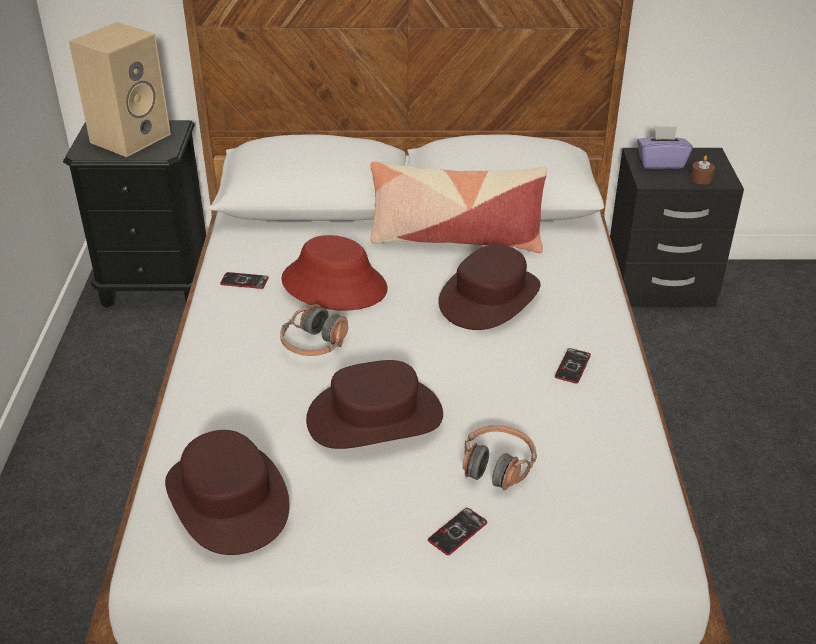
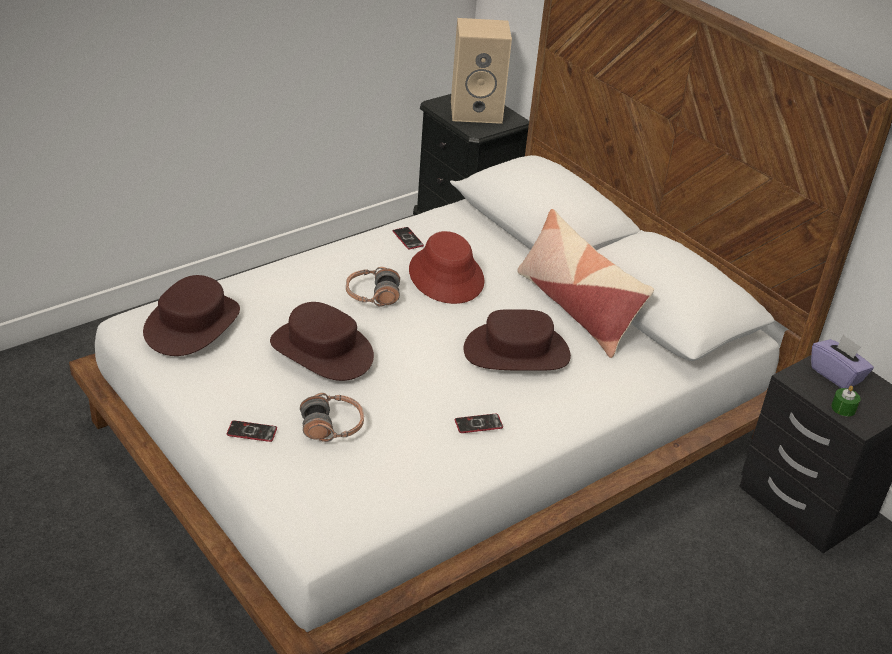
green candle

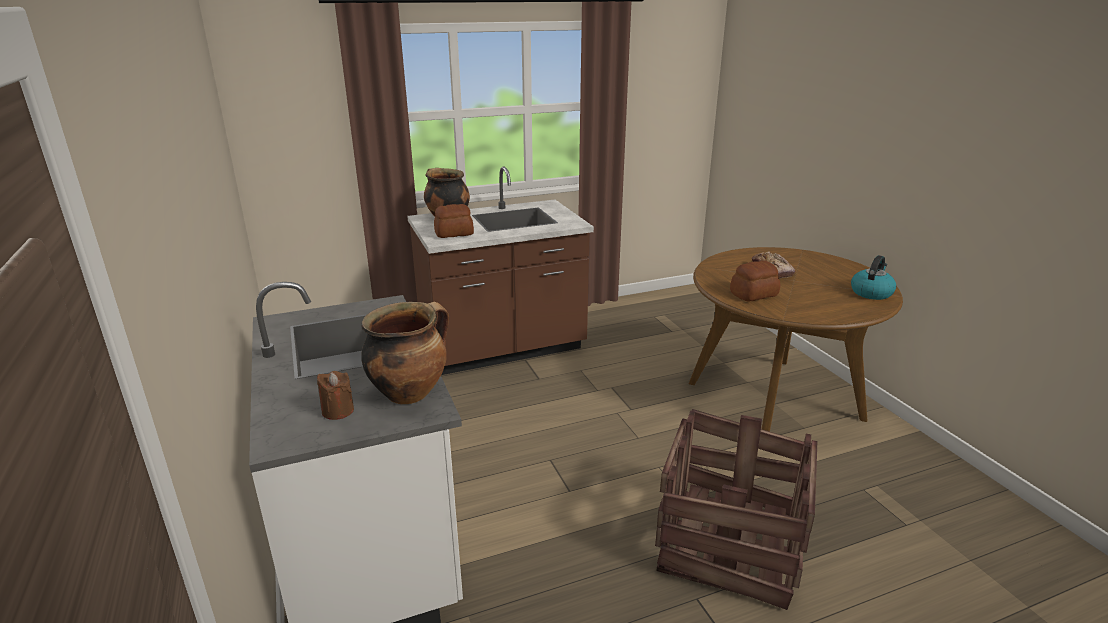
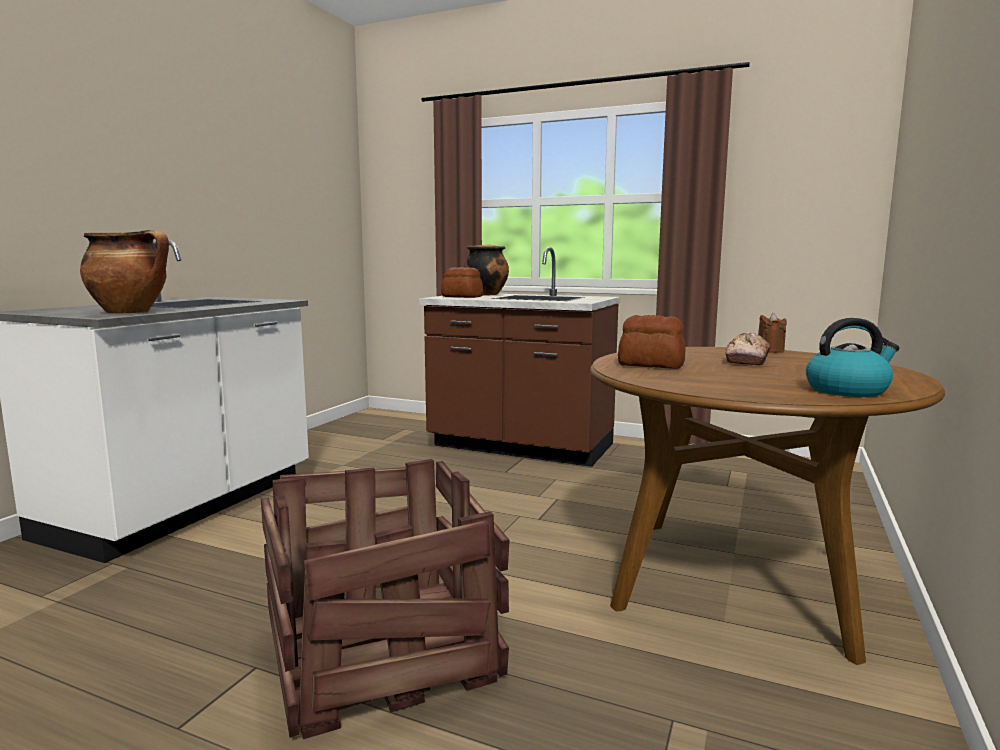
brown candle

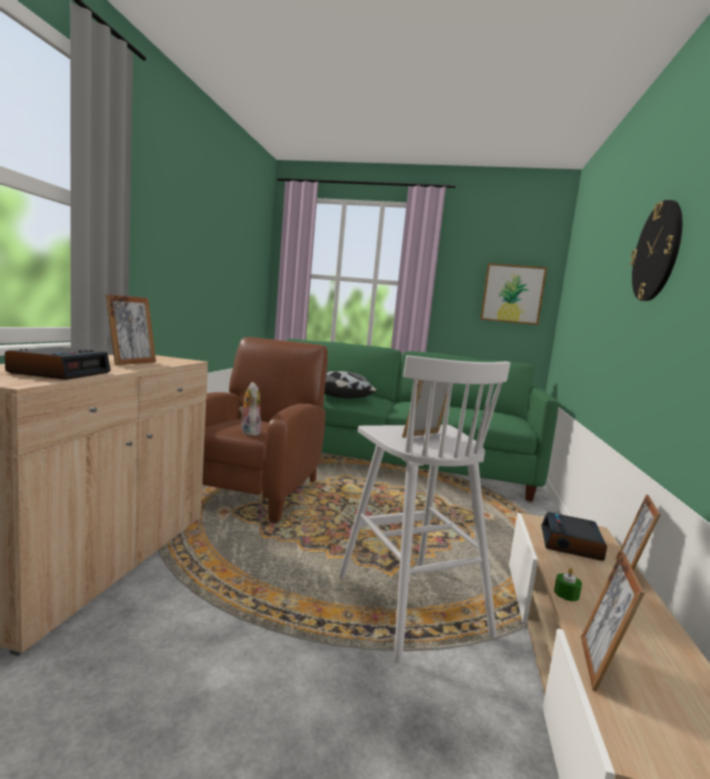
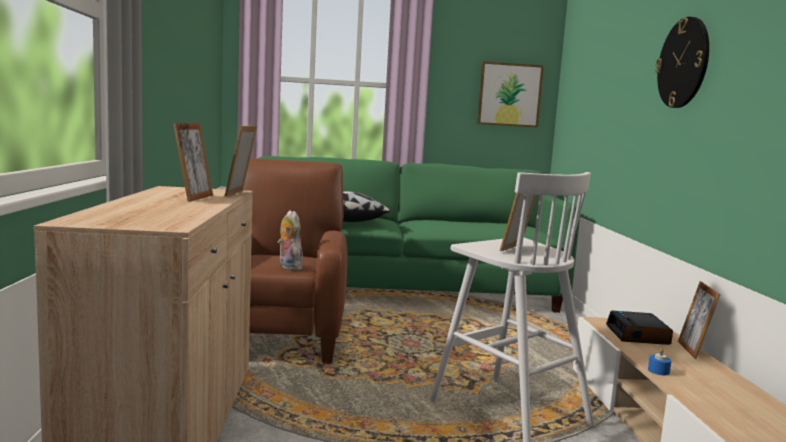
alarm clock (no. 1 from left in the first image)
picture frame (no. 2 from left)
blue candle

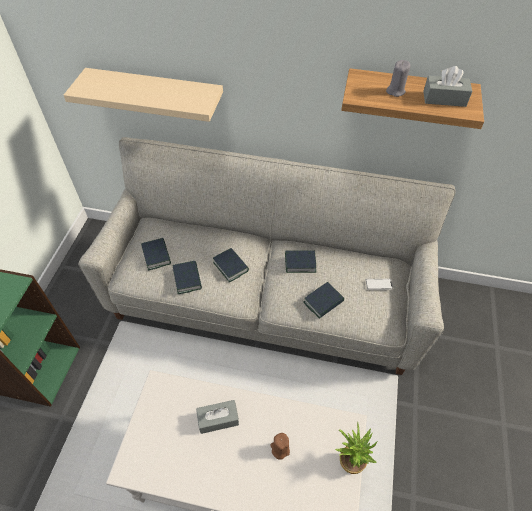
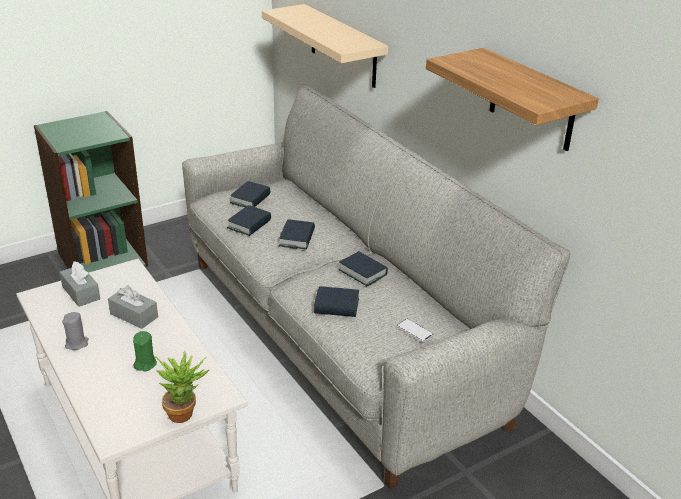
grey candle
grey tissue box (no. 1 from left)
green candle

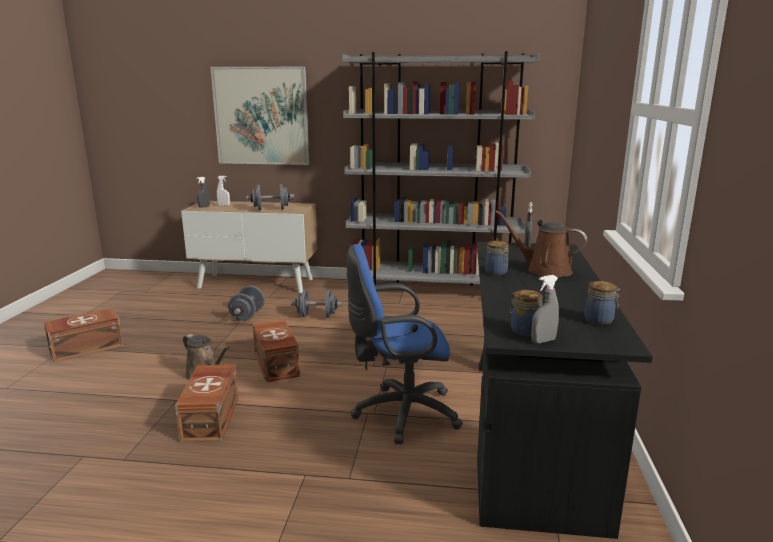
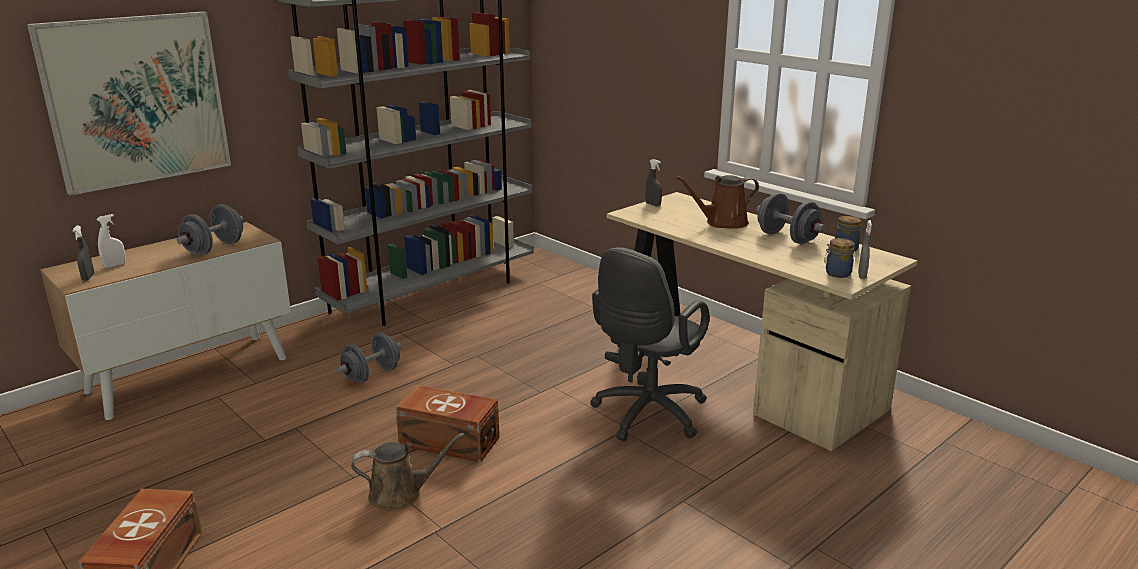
brown storage box (no. 2 from left in the first image)
jar (no. 1 from left in the first image)
grey dumbbell (no. 3 from left)
grey office chair
beige desk

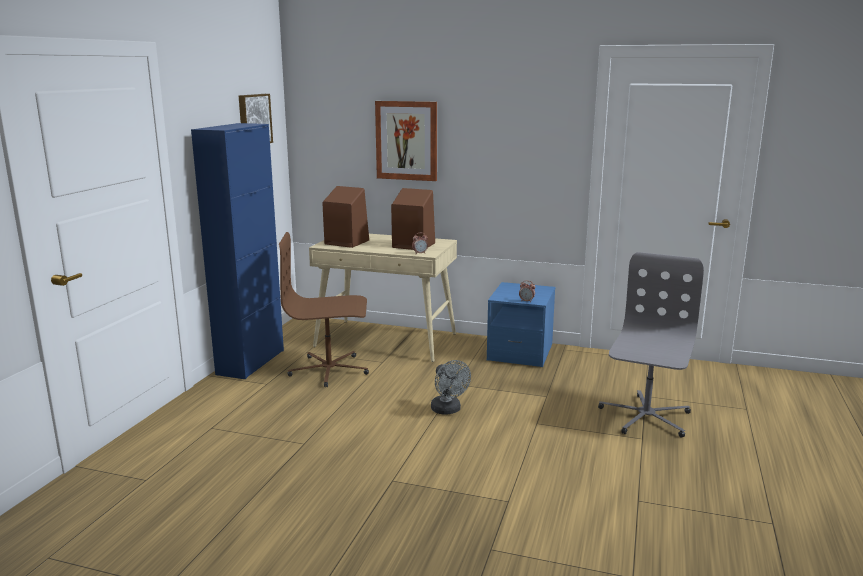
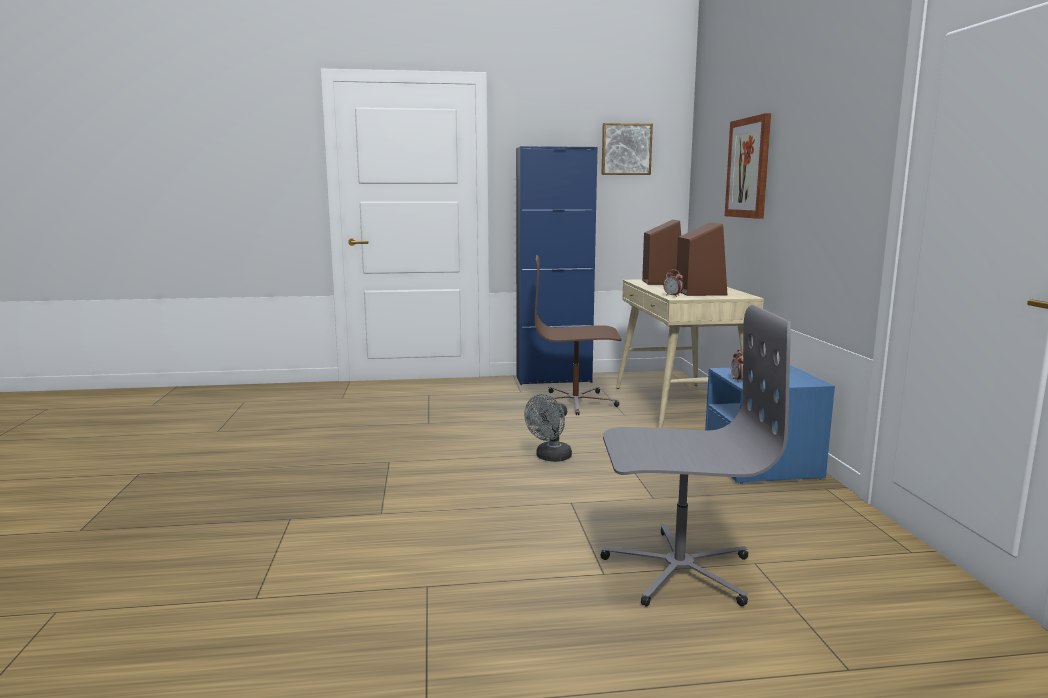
brown office chair

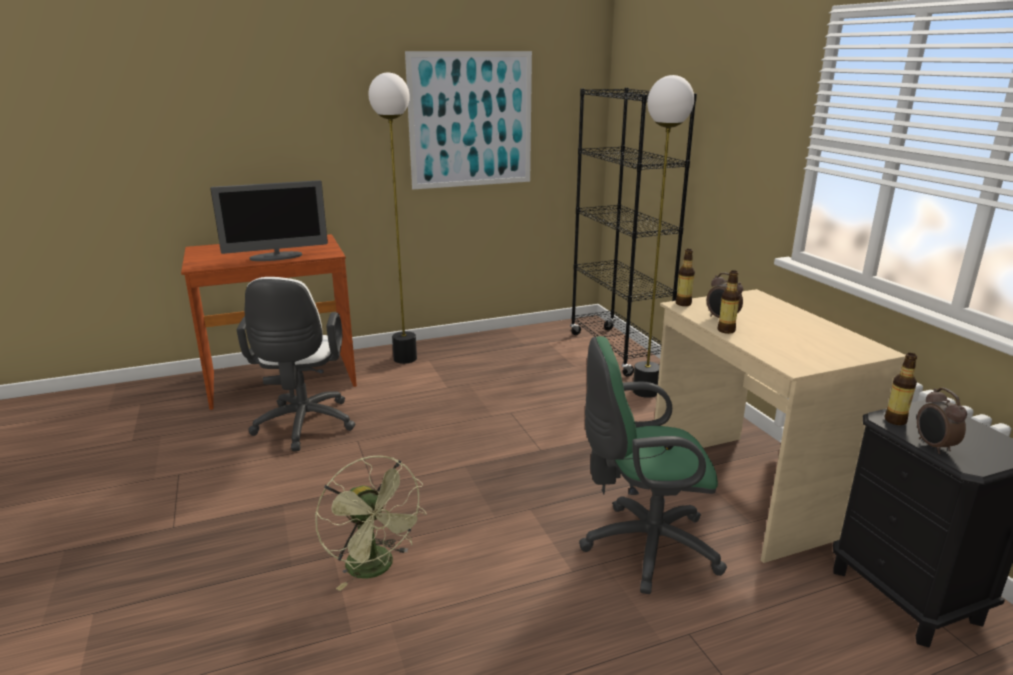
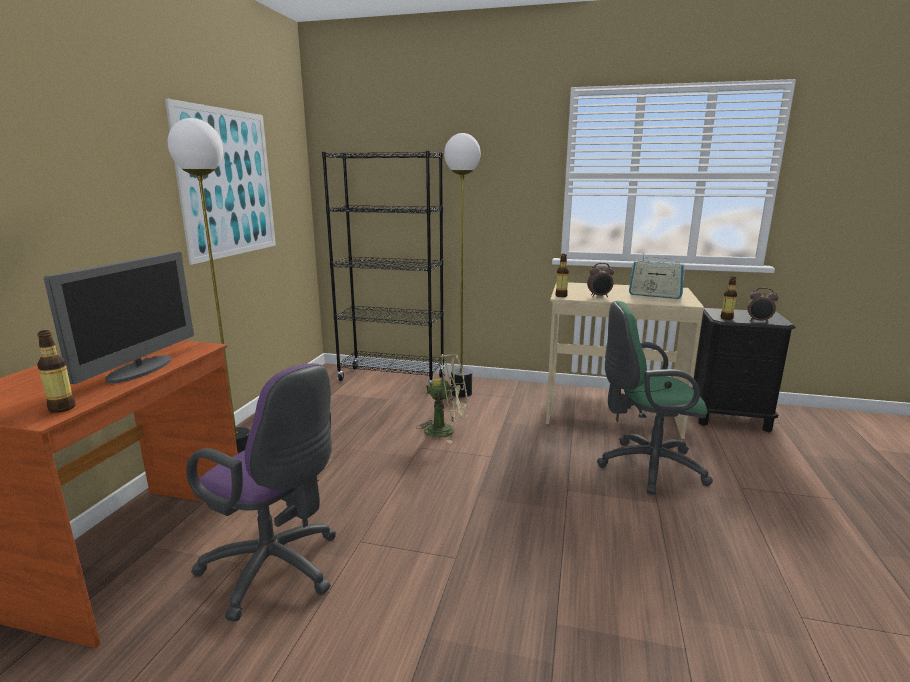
radio
green fan
bottle (no. 1 from left)
purple office chair
green office chair

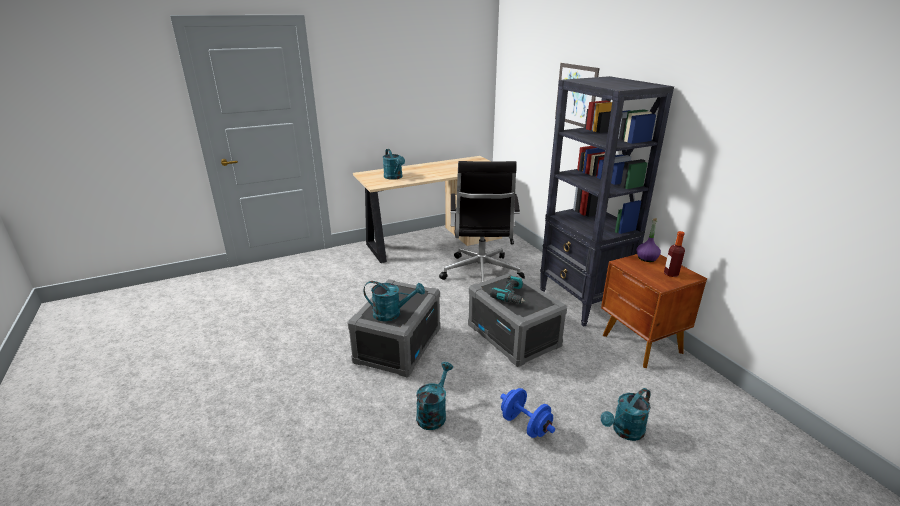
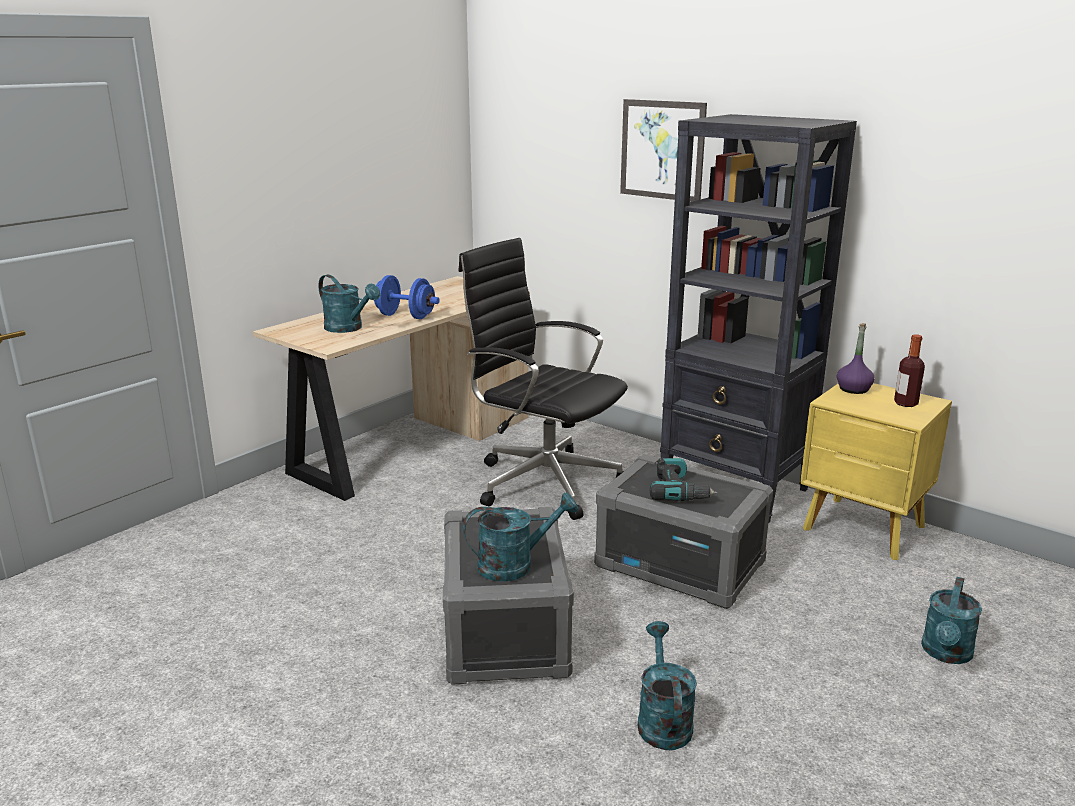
blue dumbbell
yellow nightstand
black office chair

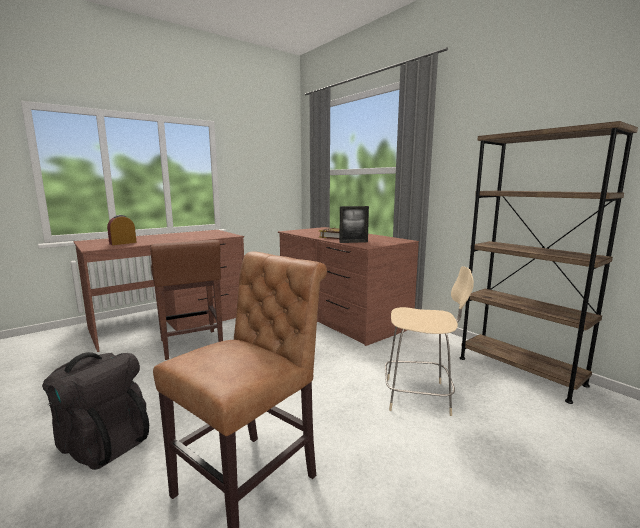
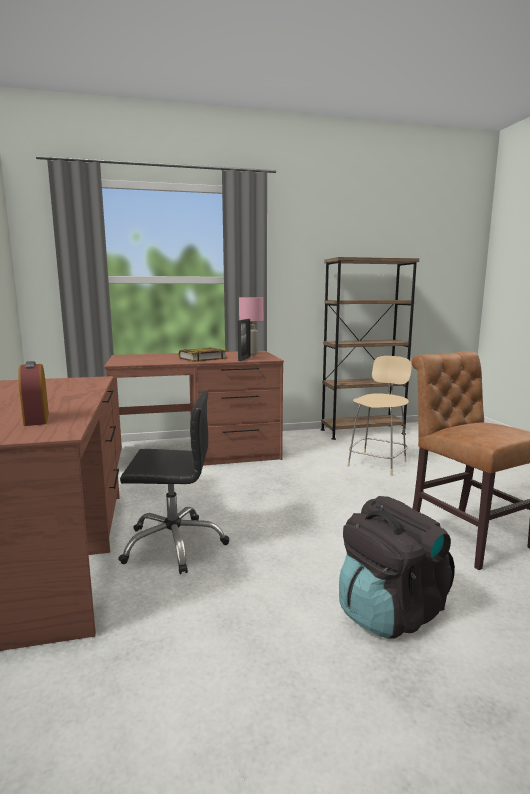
pink table lamp
black office chair

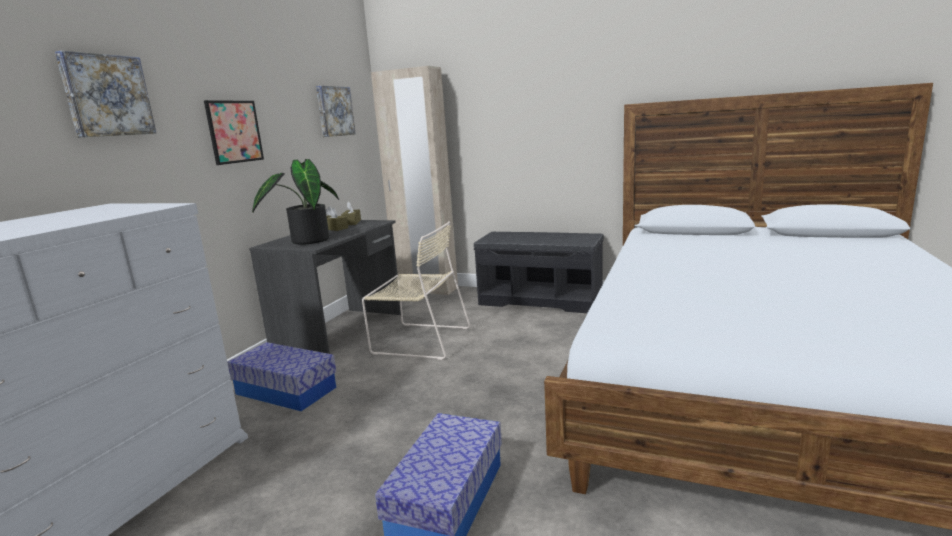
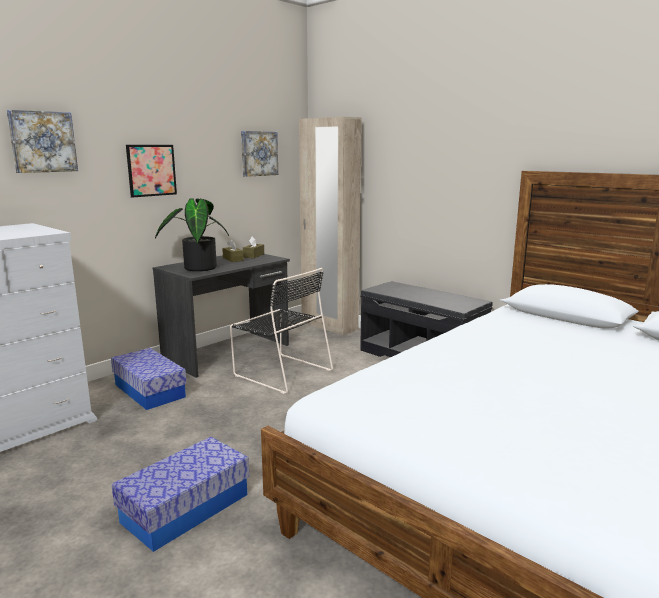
black chair

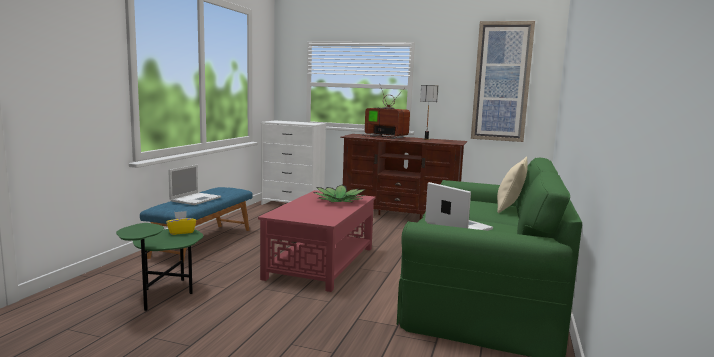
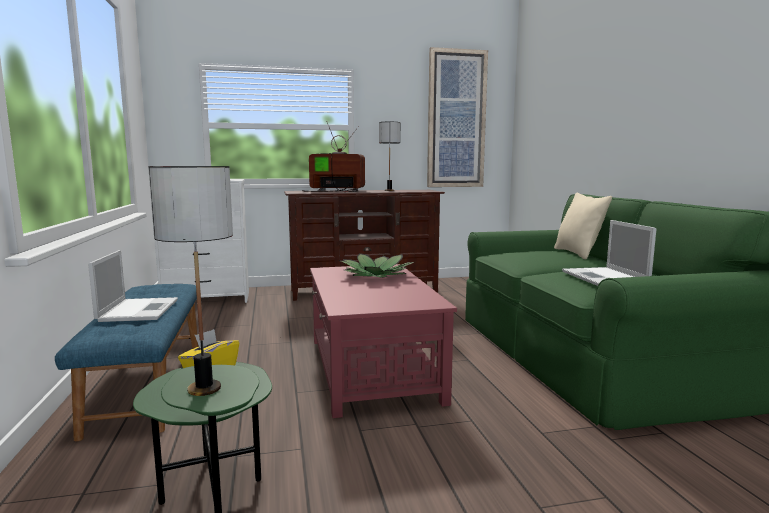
table lamp (no. 1 from left)
laptop (no. 2 from left)

